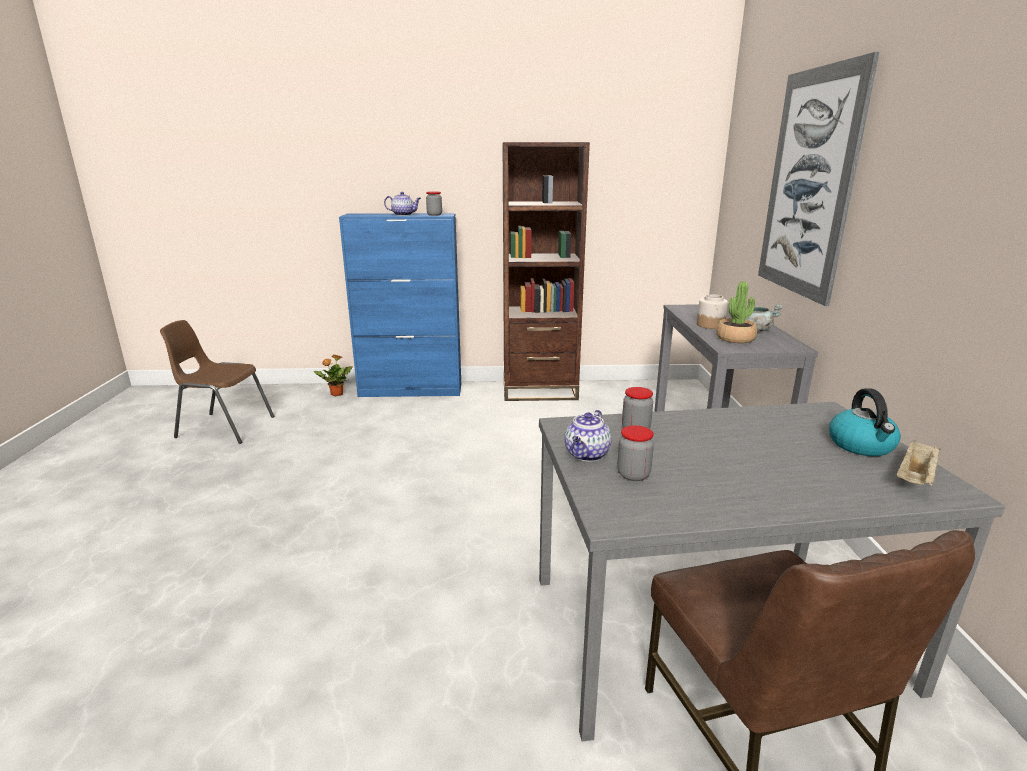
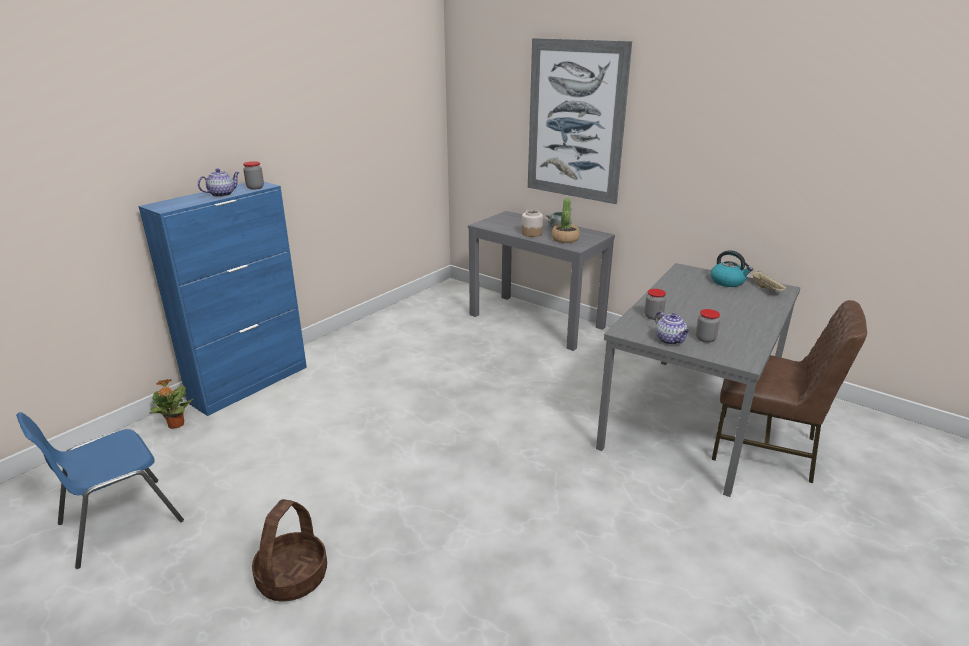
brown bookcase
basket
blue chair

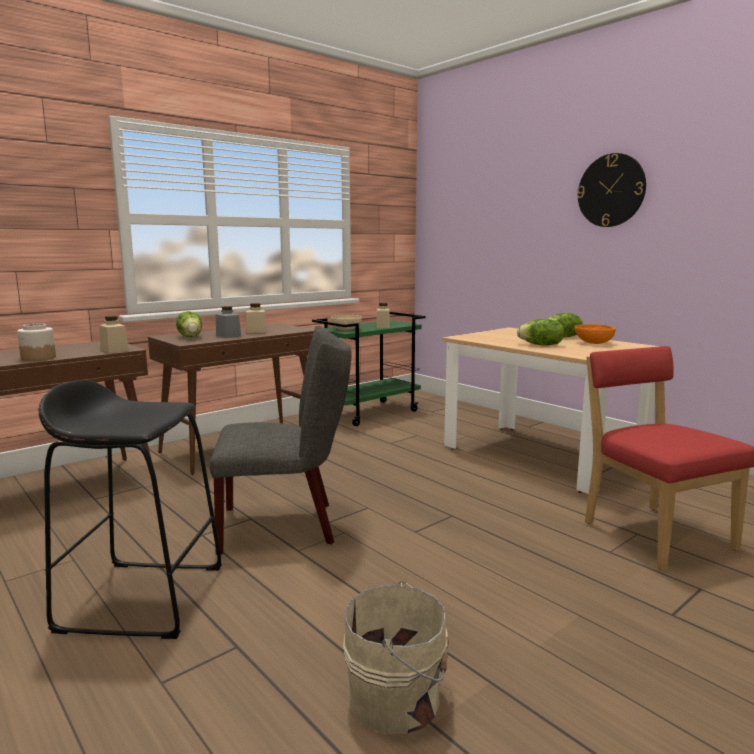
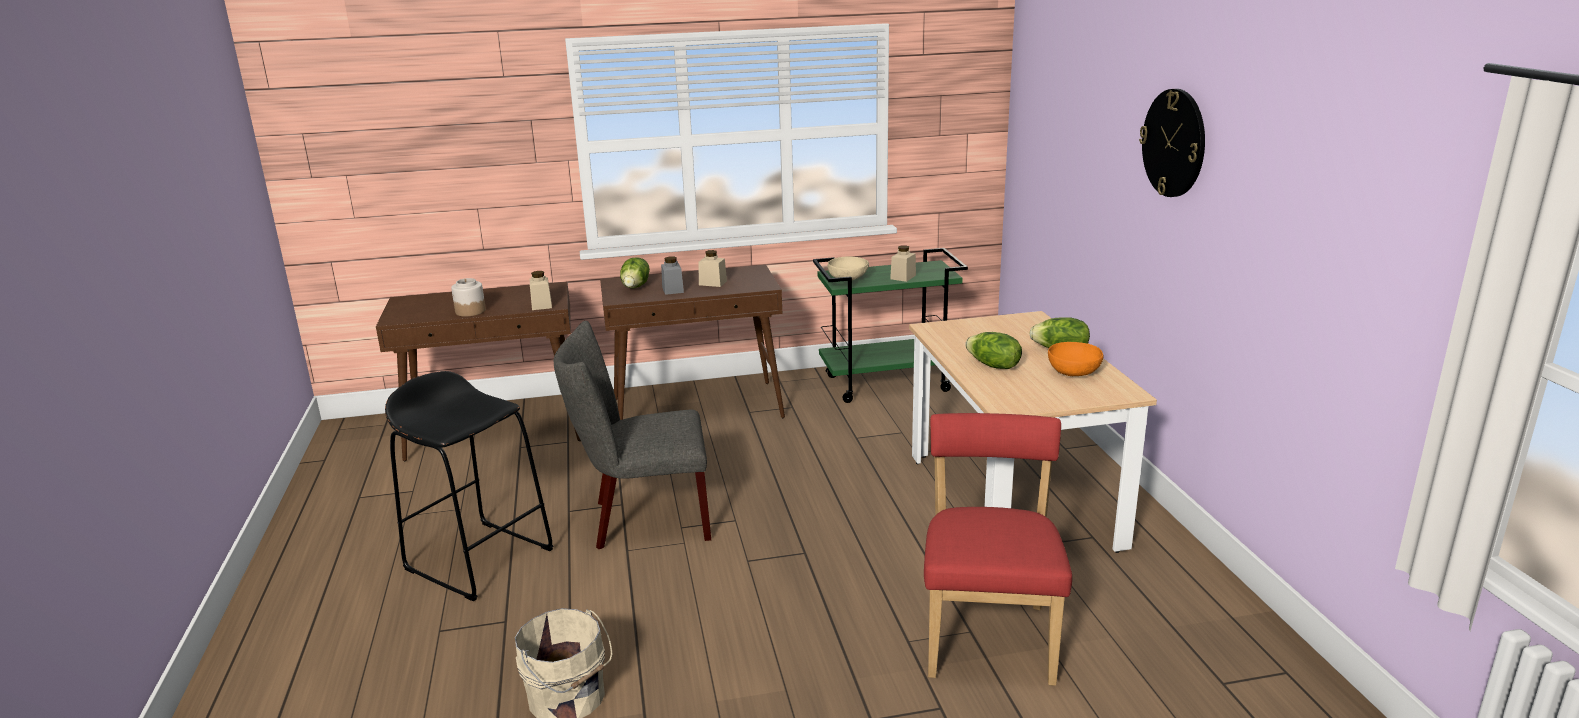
grey chair

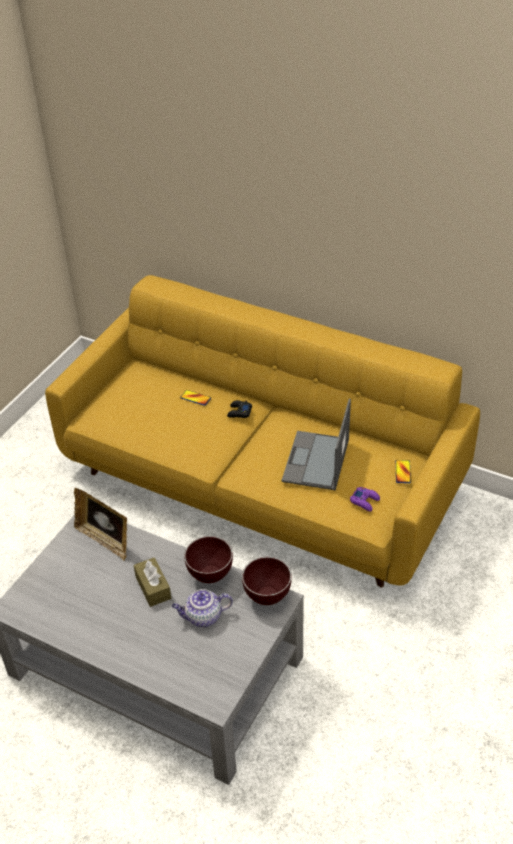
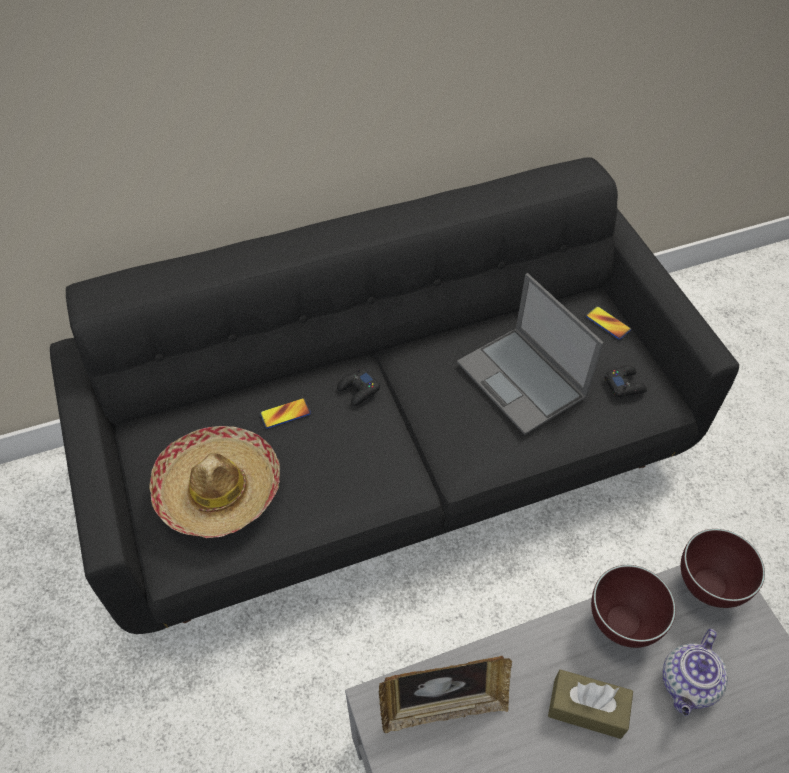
hat
black sofa
black game controller (no. 2 from left)

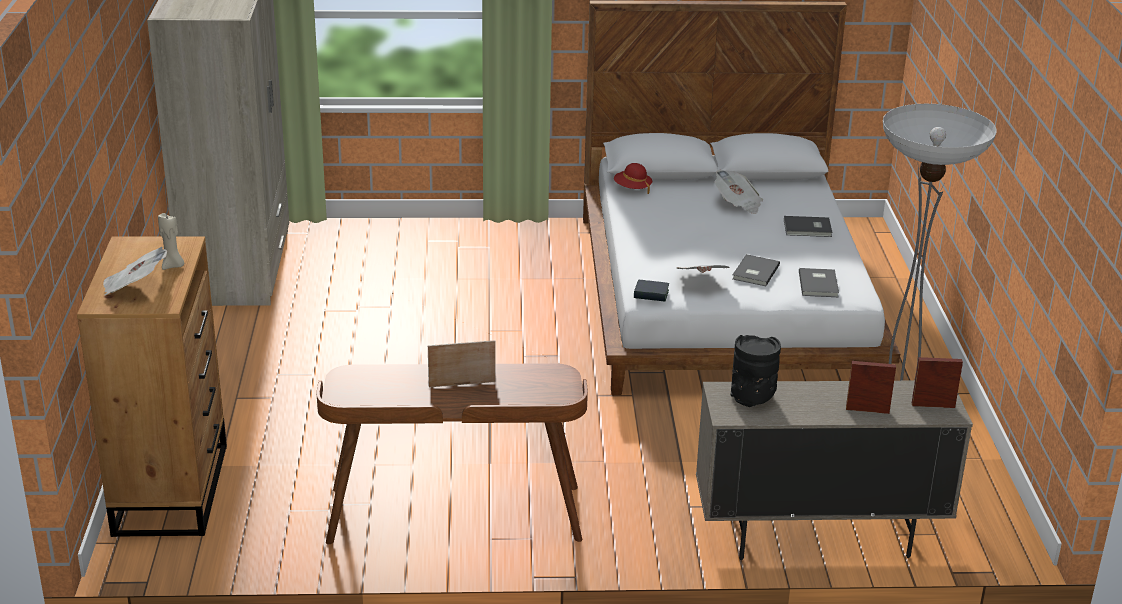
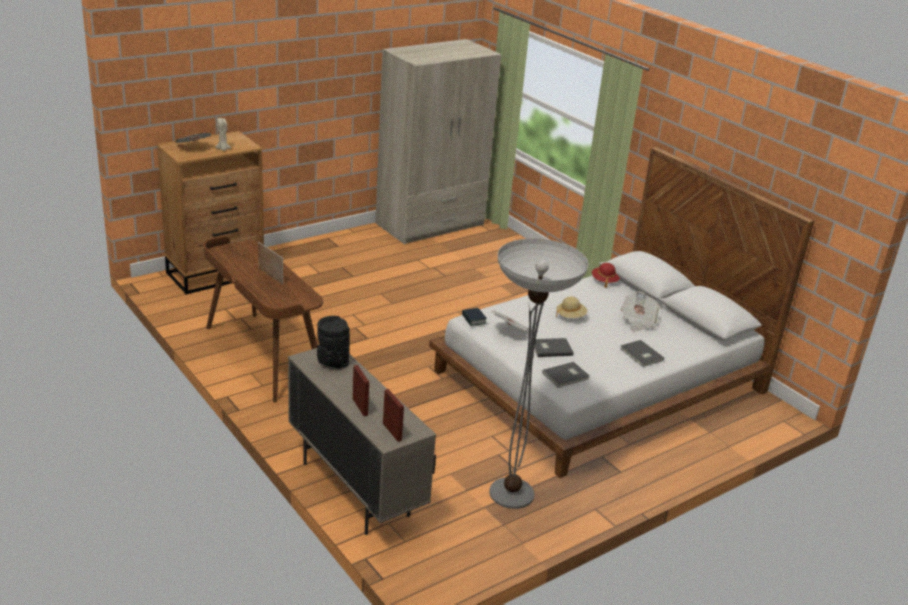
beige hat

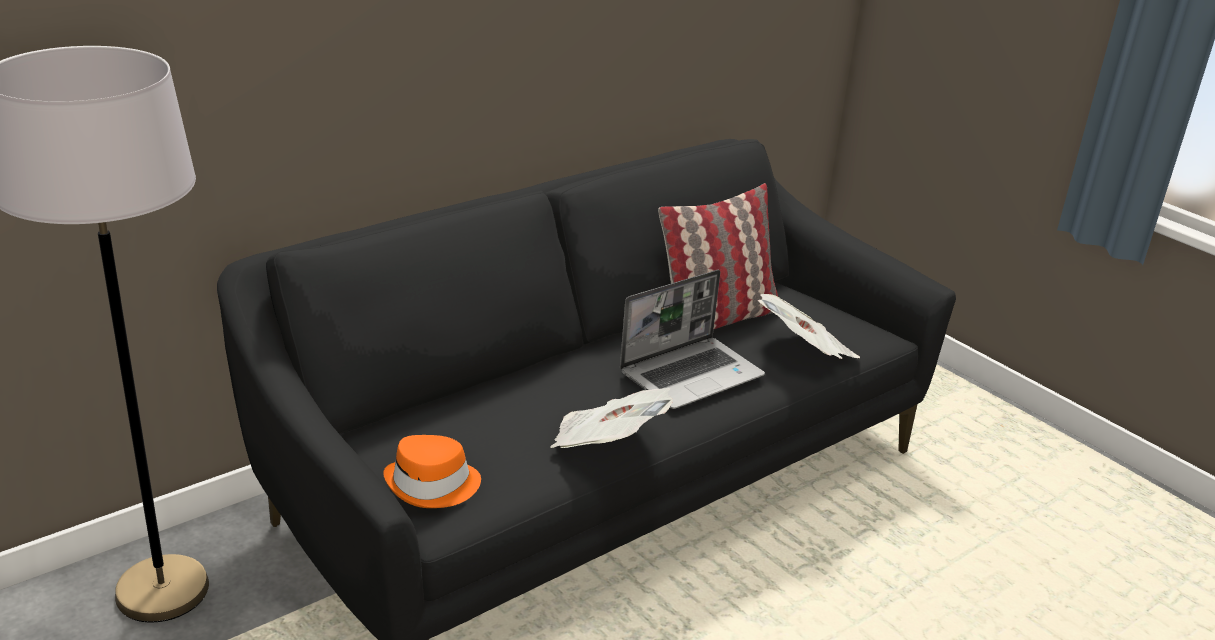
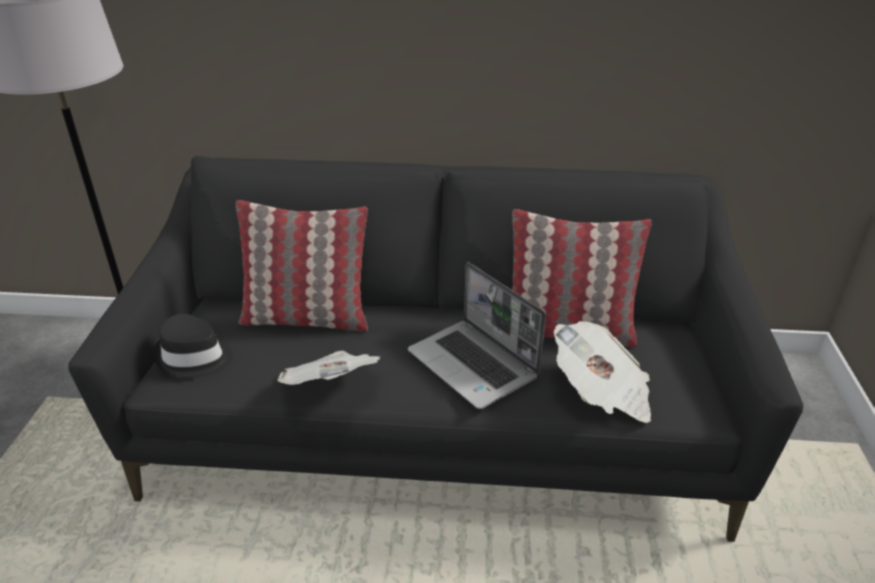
pillow (no. 1 from left)
black hat
laptop

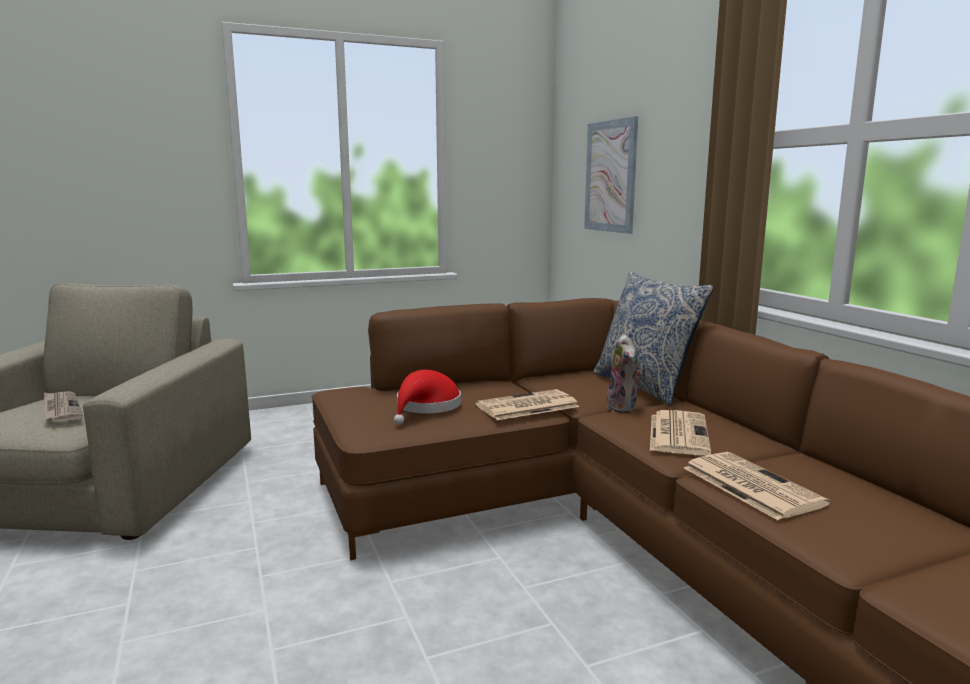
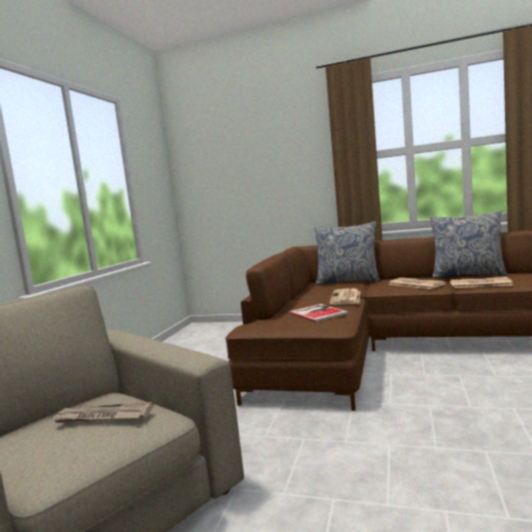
picture
plush toy
pillow (no. 2 from left)
book

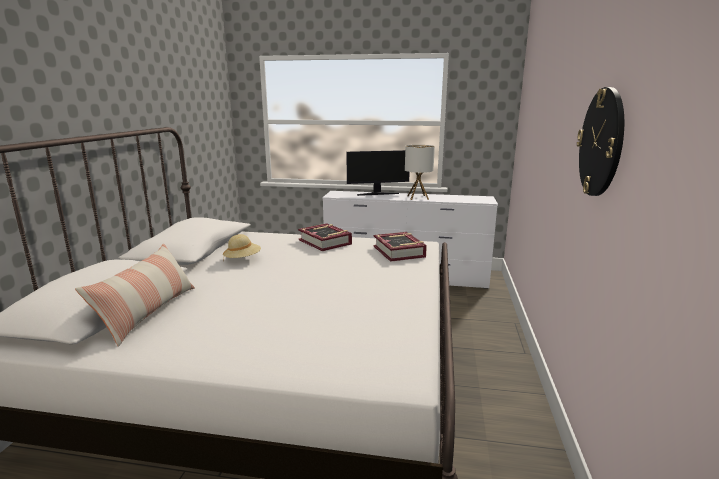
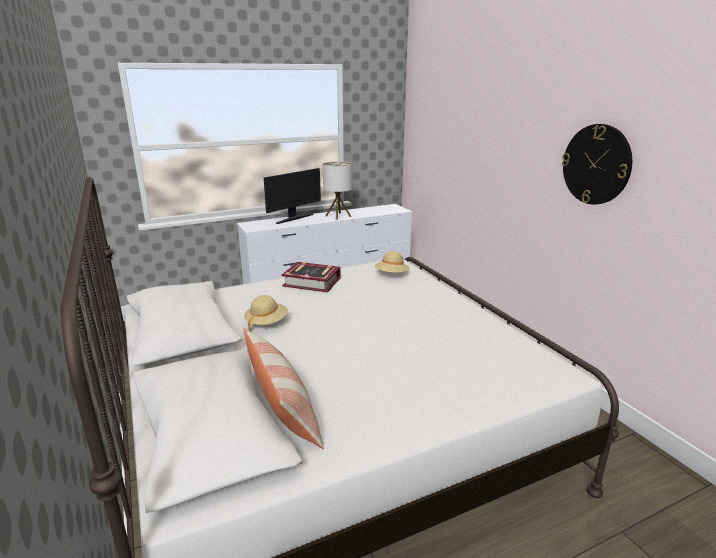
beige hat (no. 2 from left)

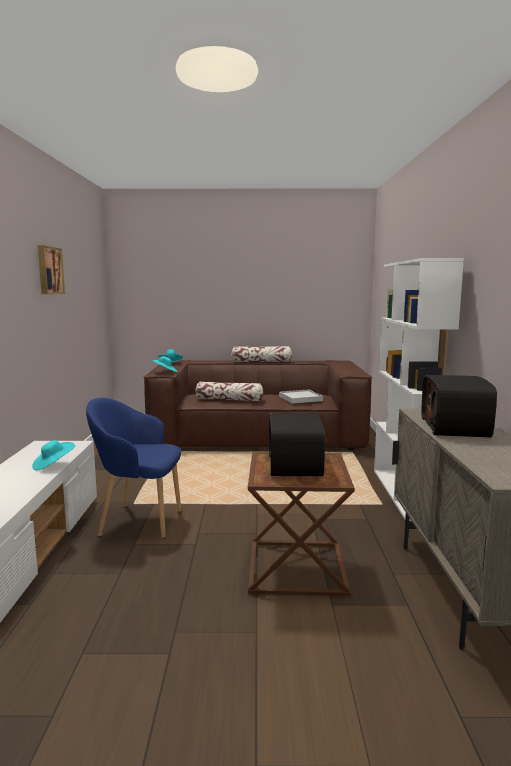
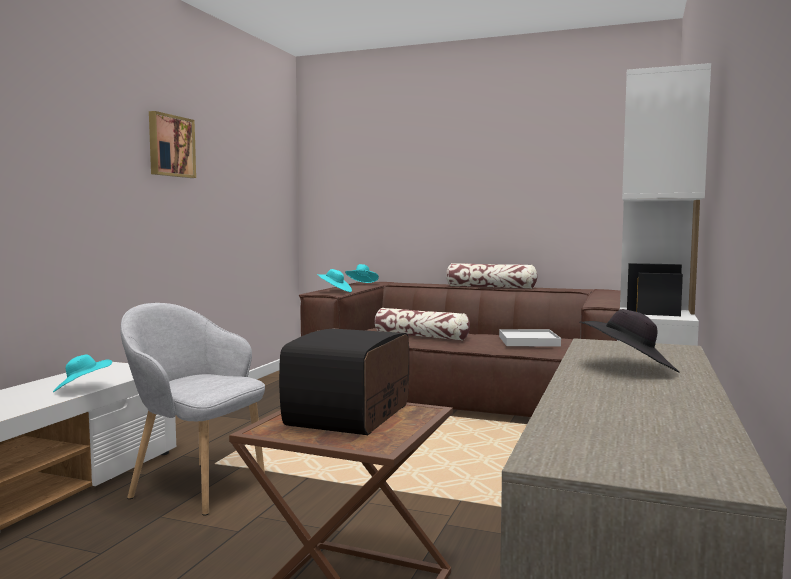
black hat
grey armchair

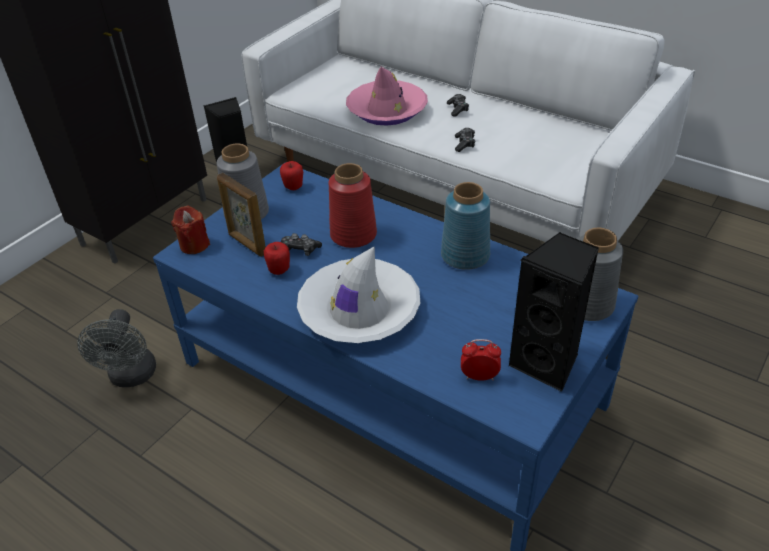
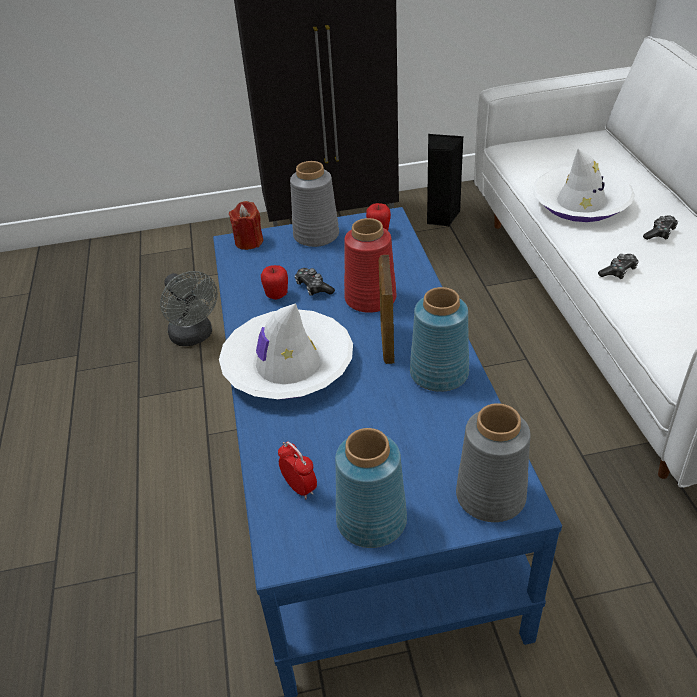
picture frame
blue vase (no. 1 from left)
white hat (no. 2 from left)
grey fan

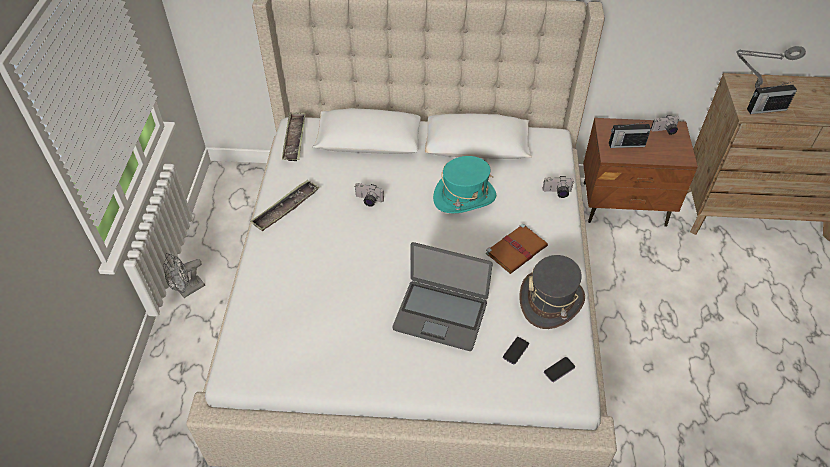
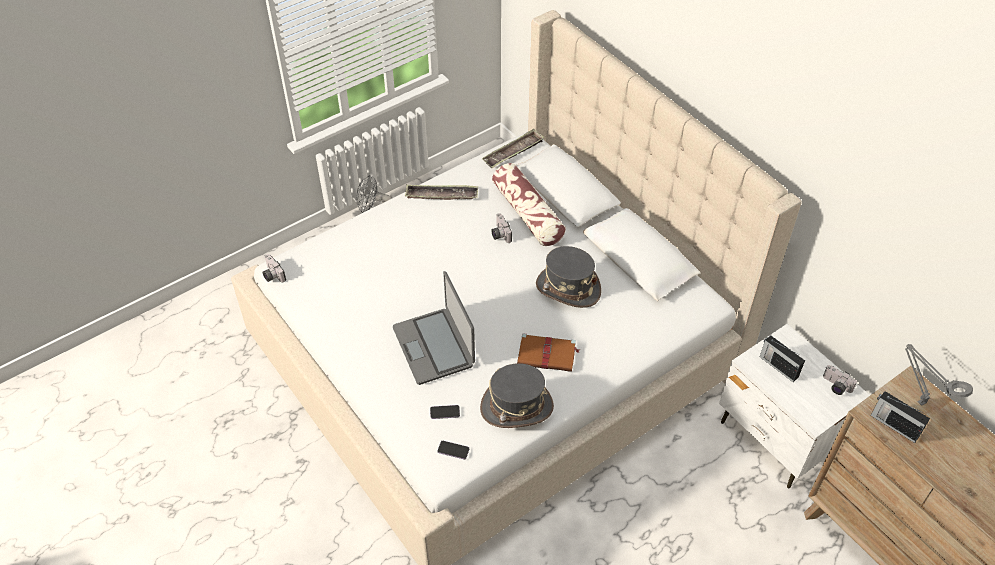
pillow
photo camera (no. 1 from left)
grey hat (no. 2 from left)
white nightstand

